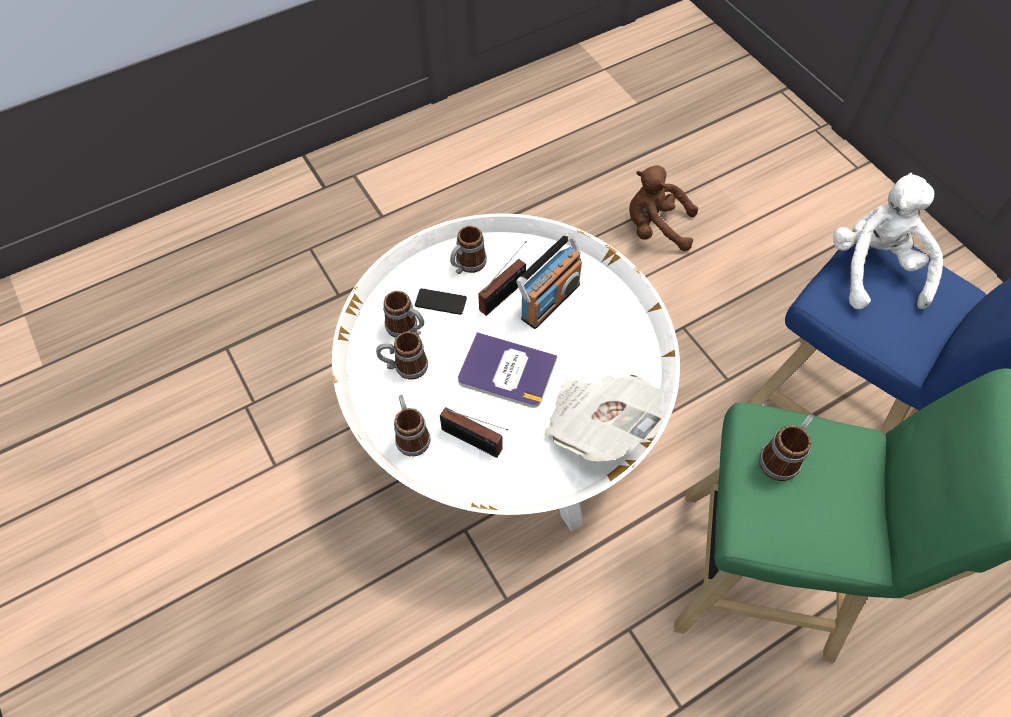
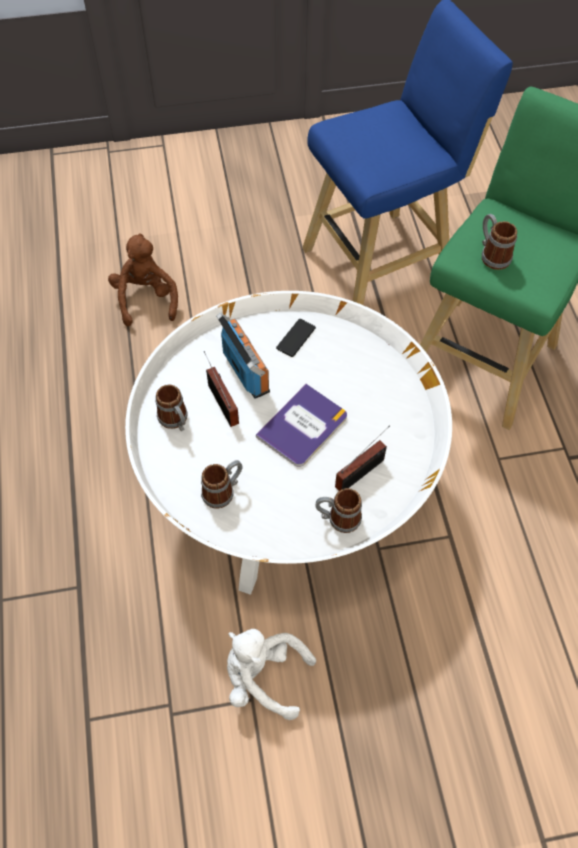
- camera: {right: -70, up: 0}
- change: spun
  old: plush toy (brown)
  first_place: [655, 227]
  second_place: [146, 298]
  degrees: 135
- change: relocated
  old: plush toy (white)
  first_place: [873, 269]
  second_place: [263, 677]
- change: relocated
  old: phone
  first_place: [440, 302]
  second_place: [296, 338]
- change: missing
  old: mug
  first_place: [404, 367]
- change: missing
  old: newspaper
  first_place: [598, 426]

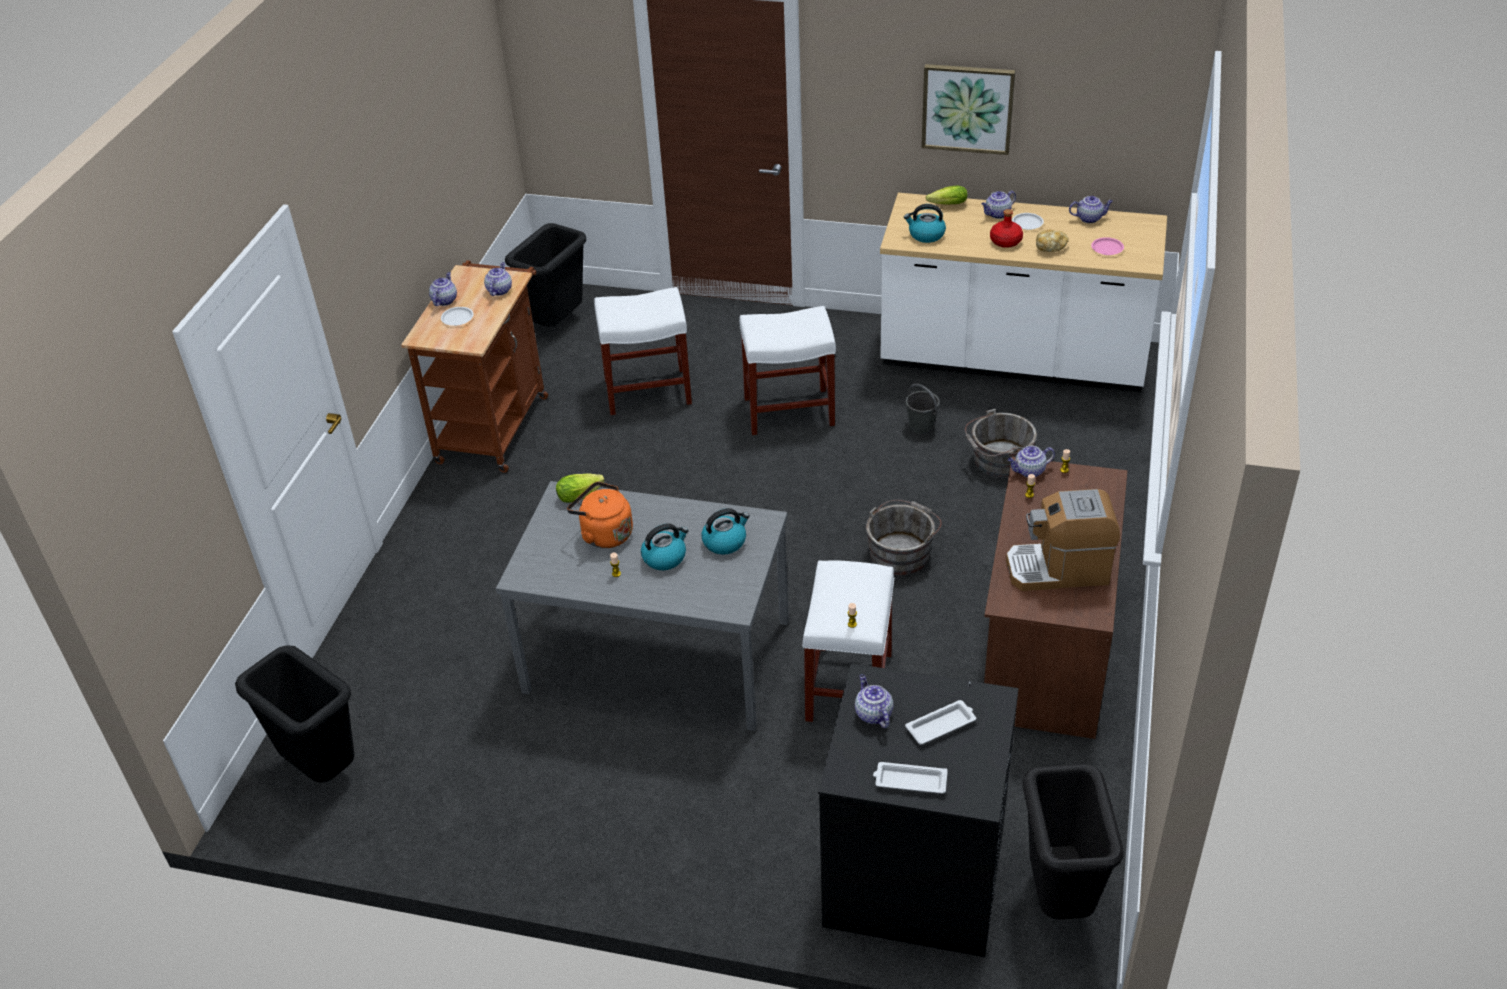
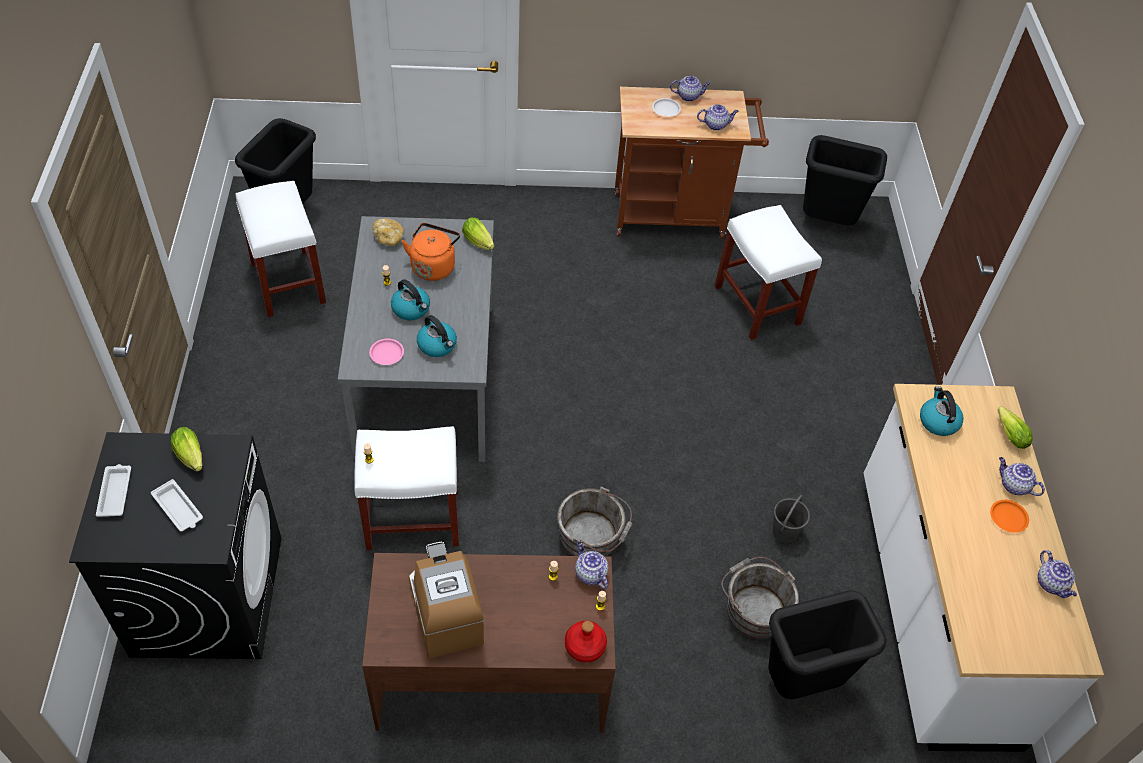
- camera: {right: 70, up: 10}
- change: missing
  old: picture
  first_place: [967, 108]
- change: relocated
  old: bottle (red)
  first_place: [1005, 241]
  second_place: [584, 645]
- change: colour
  old: plate (white)
  new: plate (orange)
  first_place: [1027, 223]
  second_place: [1008, 517]
- change: relocated
  old: bread
  first_place: [1050, 247]
  second_place: [389, 238]
- change: relocated
  old: plate (pink)
  first_place: [1107, 248]
  second_place: [386, 353]
- change: relocated
  old: stool (white)
  first_place: [790, 411]
  second_place: [288, 283]
- change: exchanged
  old: teapot
  new: lettuce
  first_place: [873, 714]
  second_place: [191, 458]
- change: relocated
  old: trash can (black)
  first_place: [1059, 898]
  second_place: [801, 682]

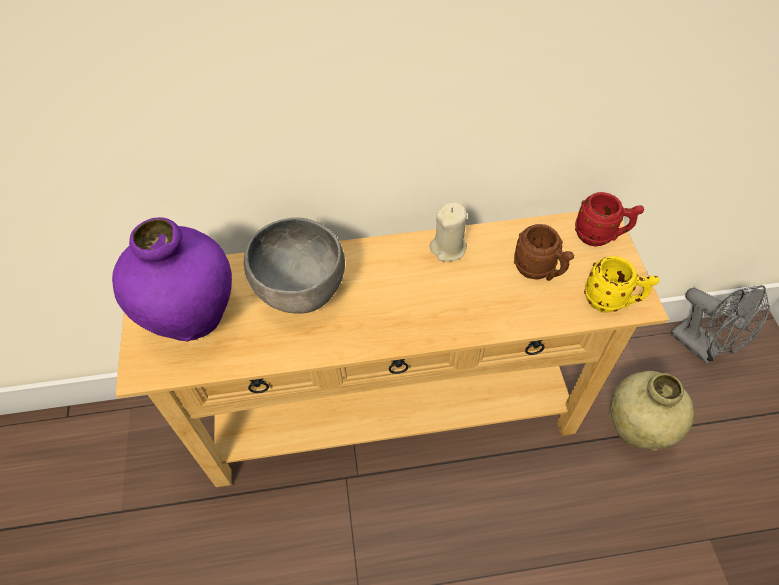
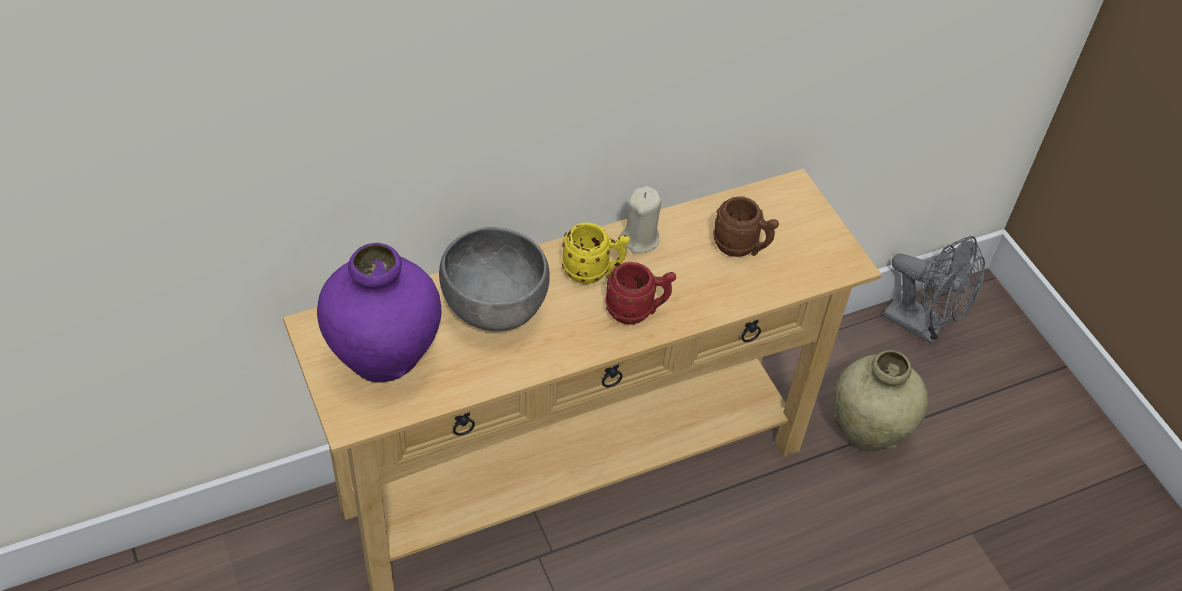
- camera: {right: -20, up: -5}
- change: relocated
  old: mug (red)
  first_place: [600, 236]
  second_place: [637, 311]
- change: relocated
  old: mug (yellow)
  first_place: [611, 301]
  second_place: [593, 272]

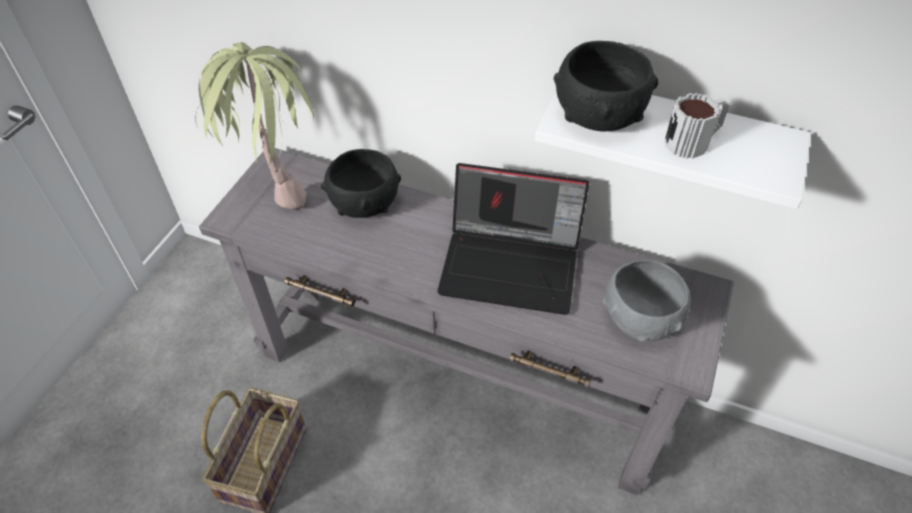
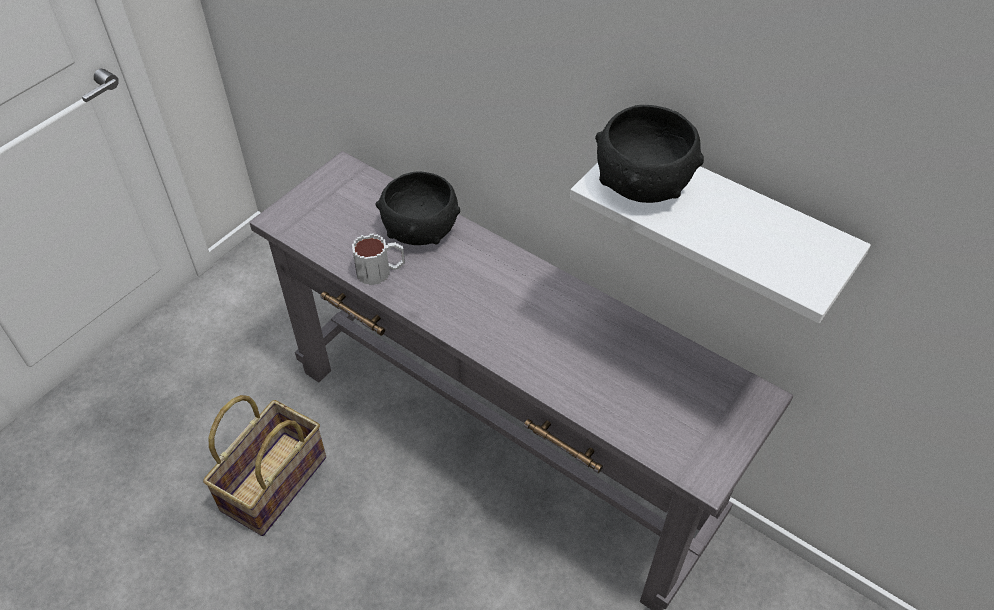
- camera: {right: 15, up: 0}
- change: missing
  old: potted plant
  first_place: [275, 183]
- change: relocated
  old: mug
  first_place: [693, 141]
  second_place: [381, 271]
- change: missing
  old: laptop
  first_place: [512, 265]
- change: missing
  old: bowl (grey)
  first_place: [640, 319]

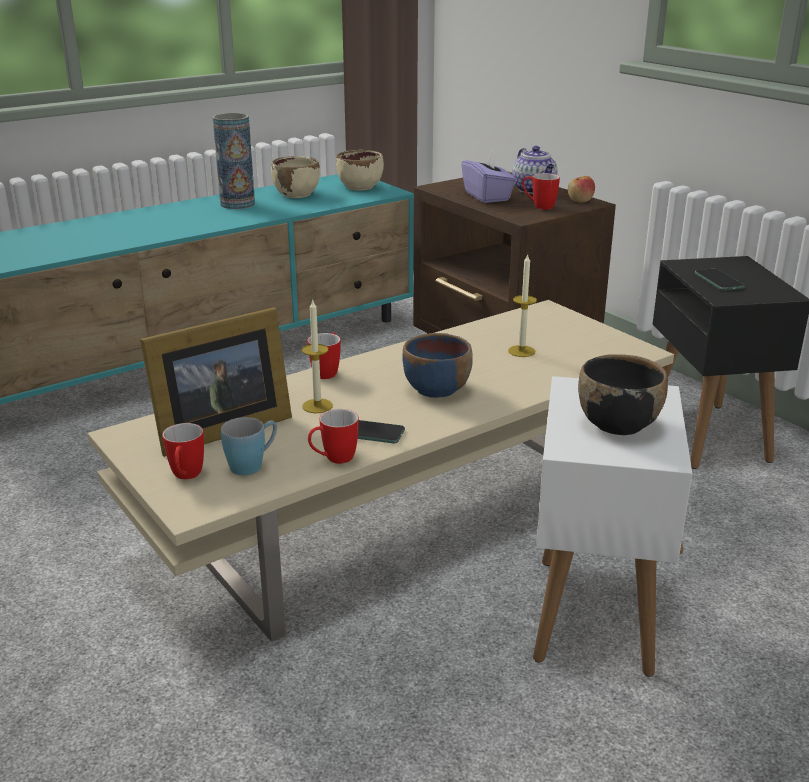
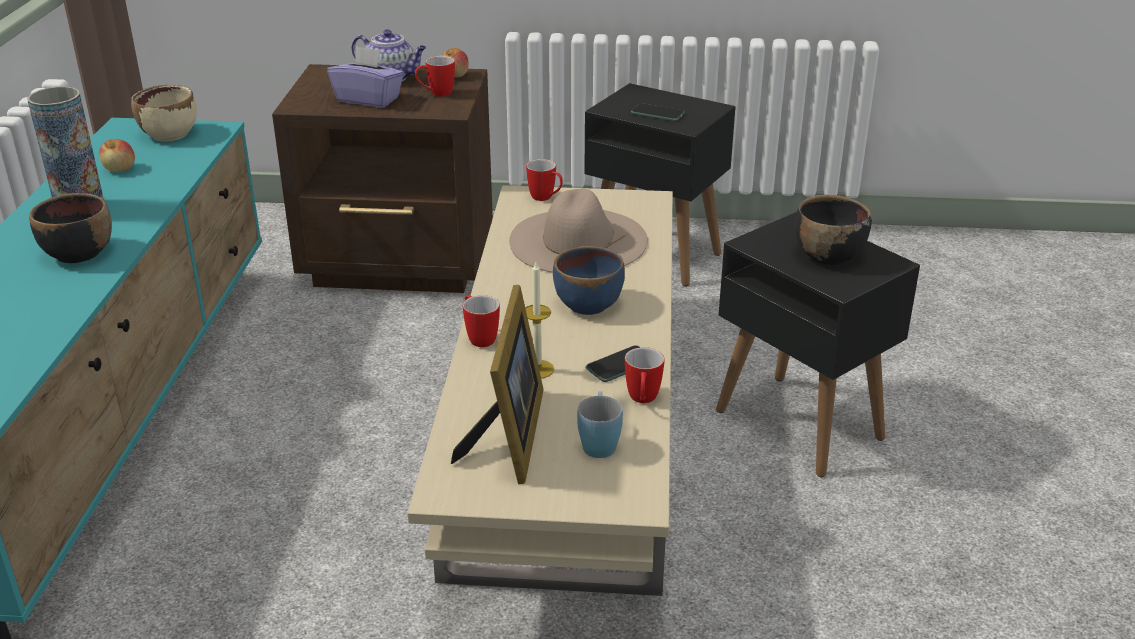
- camera: {right: -50, up: 5}
- change: exchanged
  old: bowl (beige)
  new: apple
  first_place: [297, 194]
  second_place: [120, 169]
- change: exchanged
  old: candle
  new: hat (beige)
  first_place: [521, 351]
  second_place: [578, 240]
- change: colour
  old: side table (white)
  new: side table (black)
  first_place: [593, 612]
  second_place: [797, 423]
- change: relocated
  old: mug
  first_place: [186, 477]
  second_place: [546, 198]
- change: appeared
  new: bowl (black)
  second_place: [78, 253]

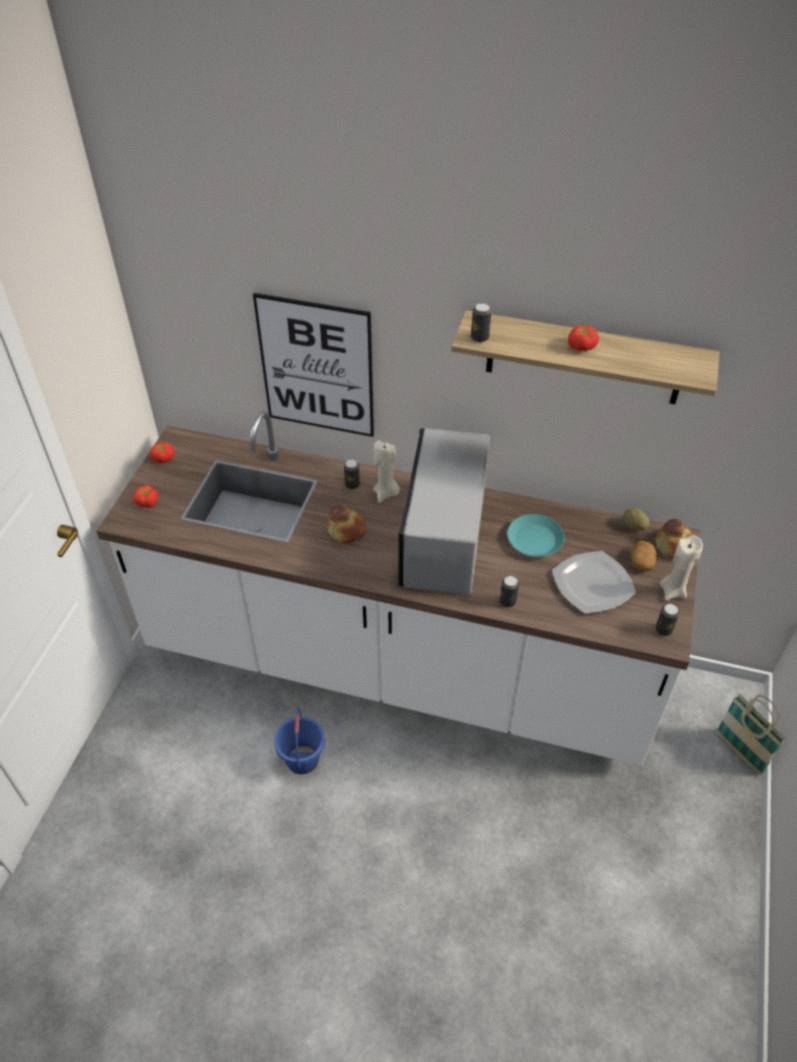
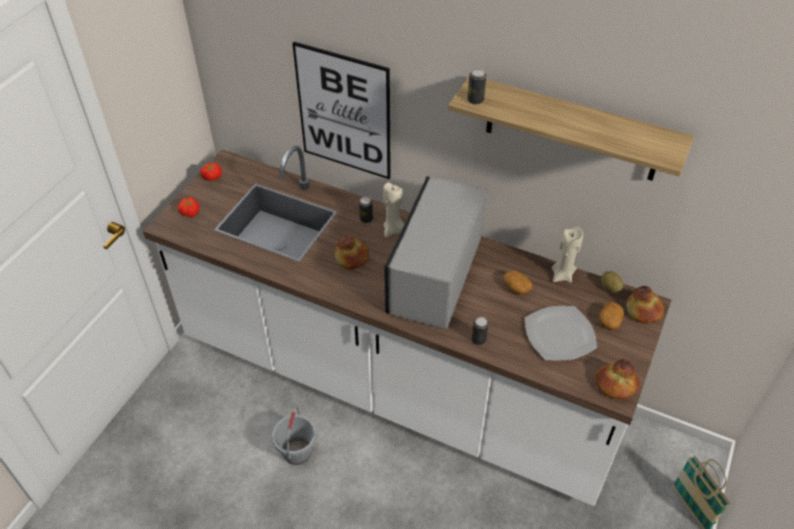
- camera: {right: 10, up: 0}
- change: missing
  old: tomato
  first_place: [581, 346]
- change: exchanged
  old: plate (turquoise)
  new: potato
  first_place: [534, 539]
  second_place: [516, 288]
- change: relocated
  old: candle (beige)
  first_place: [673, 590]
  second_place: [562, 275]
- change: exchanged
  old: can
  new: bread
  first_place: [663, 629]
  second_place: [615, 385]
- change: colour
  old: bucket (blue)
  new: bucket (grey)
  first_place: [302, 759]
  second_place: [297, 452]

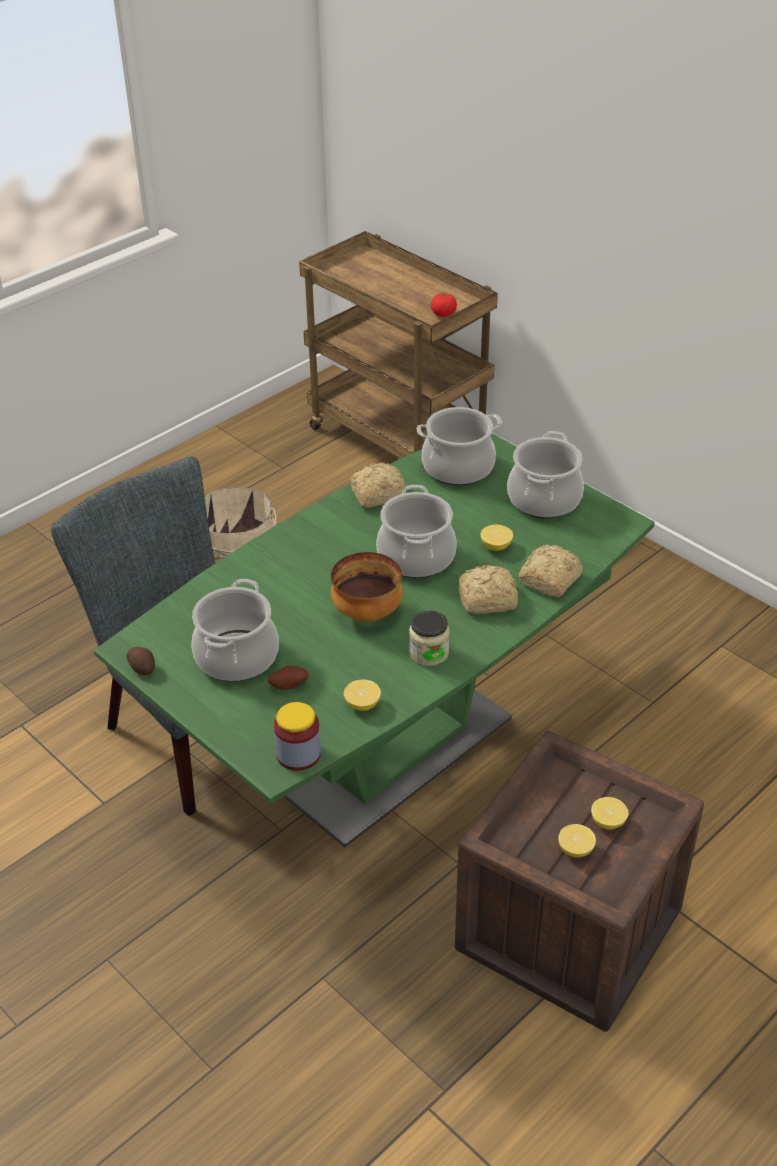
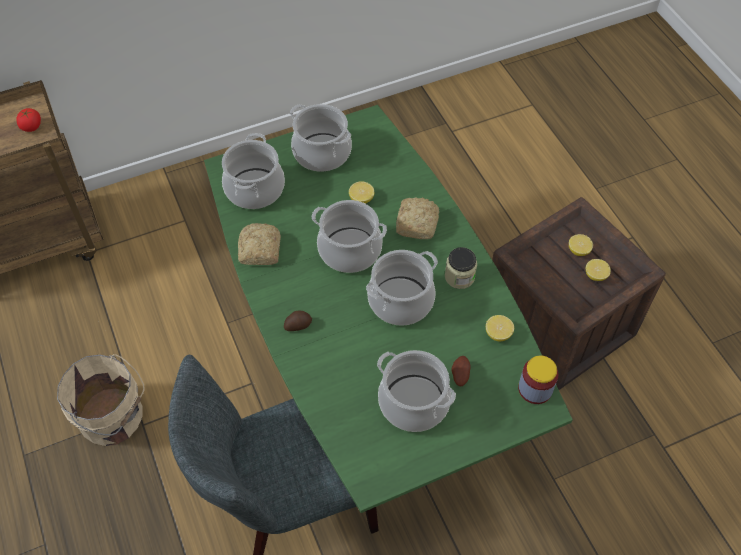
- camera: {right: -70, up: 15}
- change: missing
  old: bread
  first_place: [548, 580]
- change: exchanged
  old: bowl
  new: cooking pot
  first_place: [368, 613]
  second_place: [400, 300]
- change: relocated
  old: potato
  first_place: [142, 667]
  second_place: [297, 325]

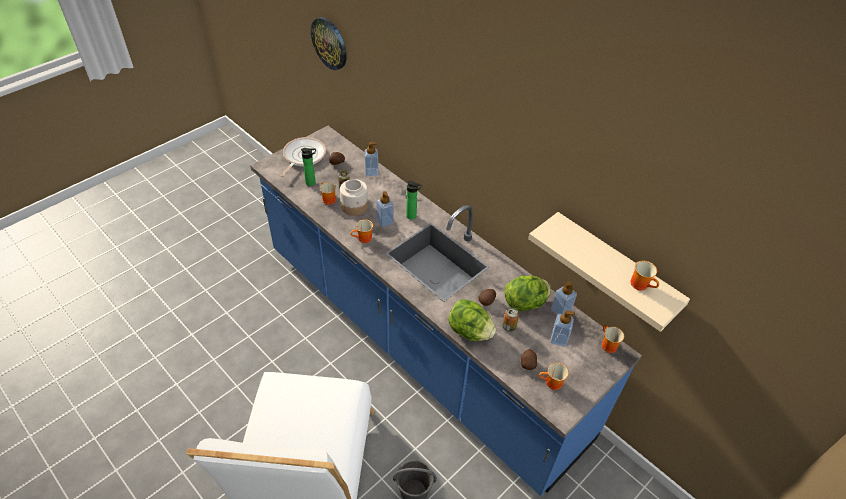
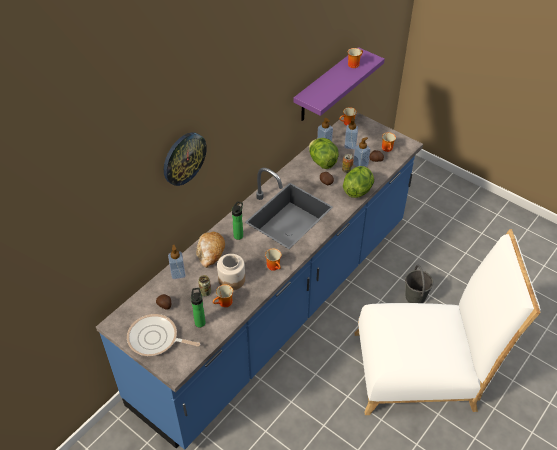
- camera: {right: -95, up: 0}
- change: relocated
  old: wall clock
  first_place: [330, 43]
  second_place: [183, 158]
- change: relocated
  old: soap dispenser
  first_place: [385, 221]
  second_place: [360, 164]
- change: colour
  old: shelf (beige)
  new: shelf (purple)
  first_place: [613, 270]
  second_place: [326, 86]
- change: appeared
  new: bread
  second_place: [210, 252]

